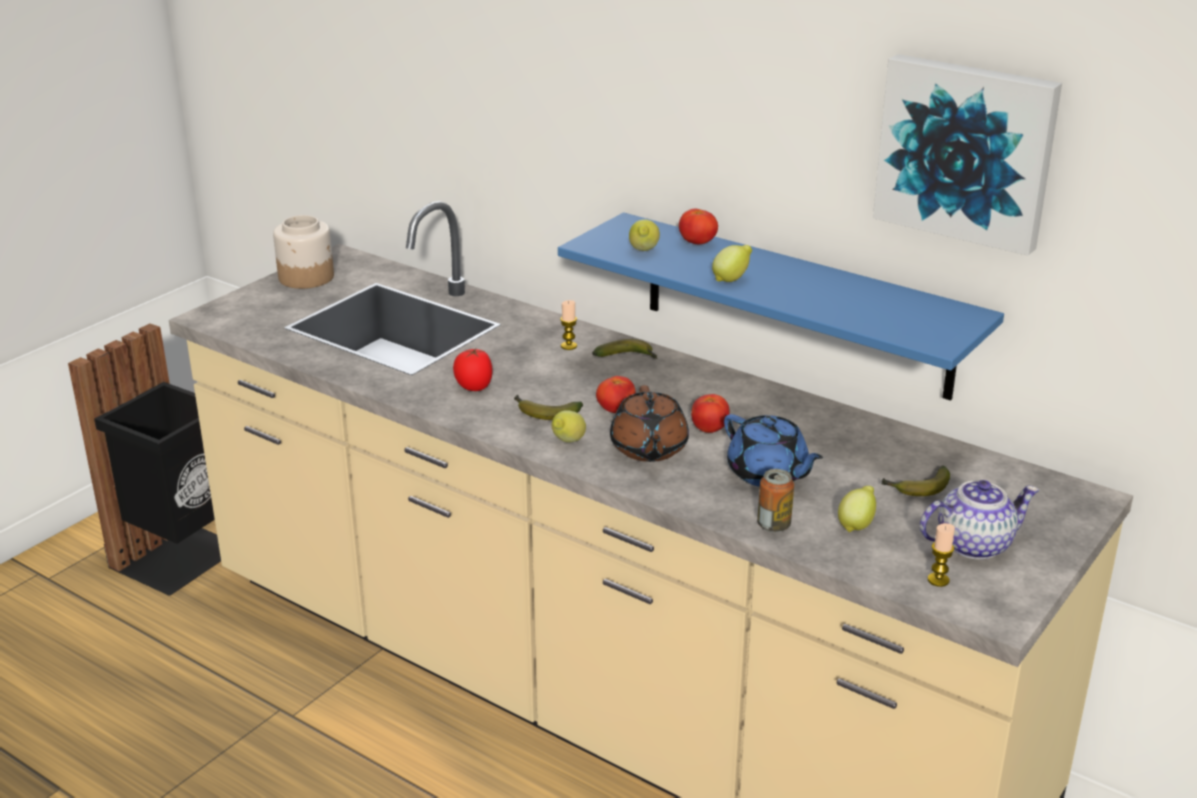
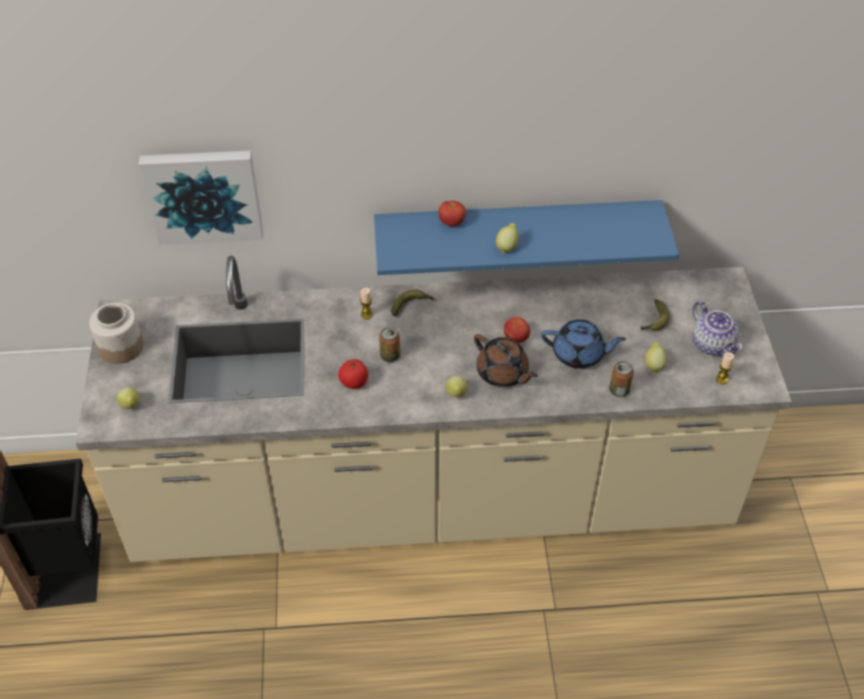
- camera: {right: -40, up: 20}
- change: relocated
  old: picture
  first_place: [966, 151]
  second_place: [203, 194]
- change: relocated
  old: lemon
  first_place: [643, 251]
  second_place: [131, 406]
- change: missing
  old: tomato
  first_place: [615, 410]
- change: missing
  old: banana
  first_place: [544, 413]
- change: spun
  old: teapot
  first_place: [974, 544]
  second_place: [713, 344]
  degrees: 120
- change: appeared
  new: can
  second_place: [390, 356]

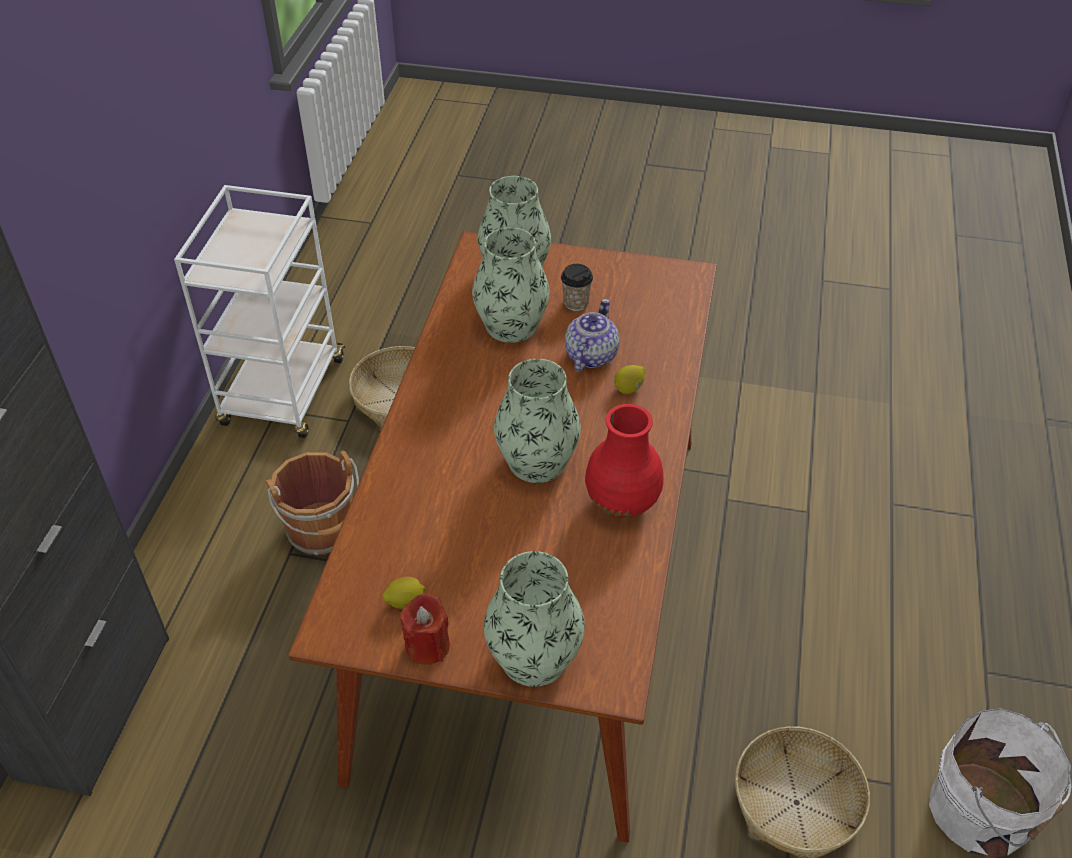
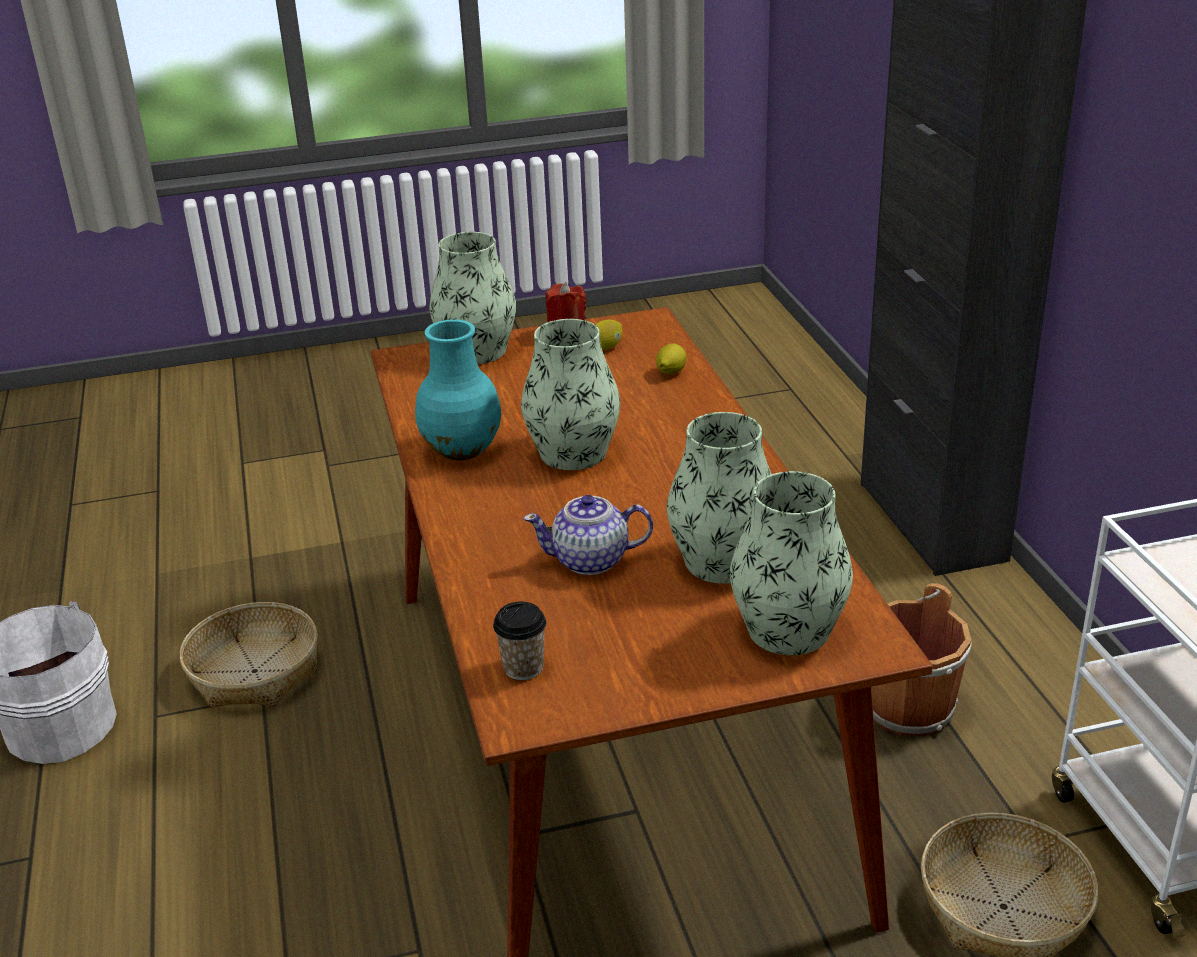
- camera: {right: 155, up: -15}
- change: relocated
  old: cup
  first_place: [576, 303]
  second_place: [523, 667]
- change: spun
  old: teapot
  first_place: [590, 356]
  second_place: [591, 560]
  degrees: 90
- change: relocated
  old: lemon
  first_place: [629, 388]
  second_place: [670, 372]
- change: colour
  old: vase (red)
  new: vase (turquoise)
  first_place: [623, 503]
  second_place: [460, 449]

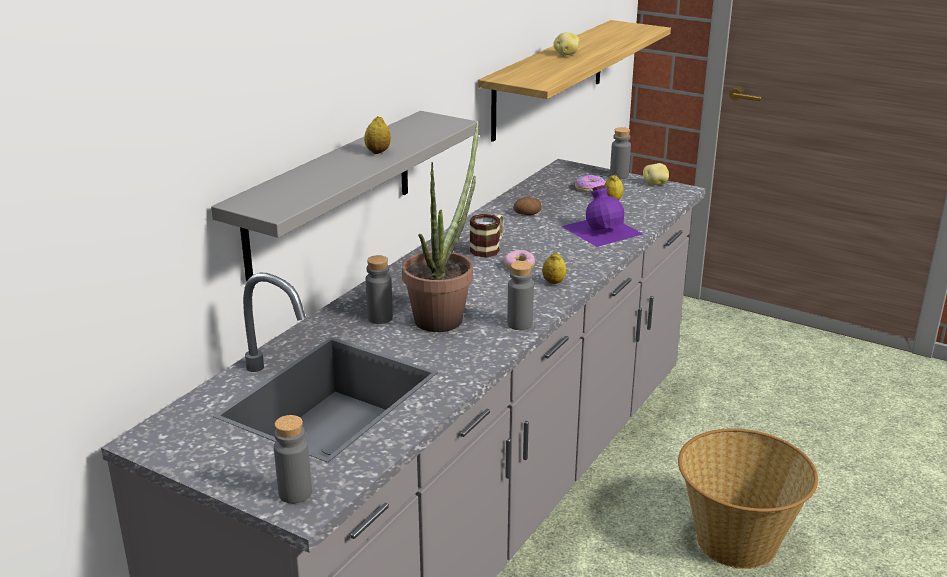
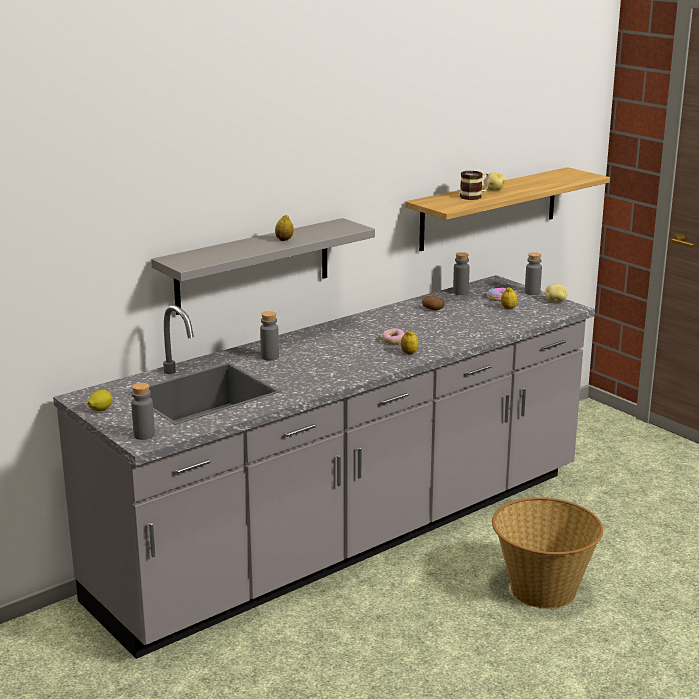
- camera: {right: 20, up: -5}
- change: missing
  old: potted plant
  first_place: [444, 315]
- change: missing
  old: bottle (purple)
  first_place: [602, 229]
- change: relocated
  old: mug
  first_place: [489, 248]
  second_place: [474, 196]
- change: relocated
  old: bottle (grey)
  first_place: [520, 324]
  second_place: [460, 292]
- change: appeared
  new: lemon
  second_place: [100, 410]

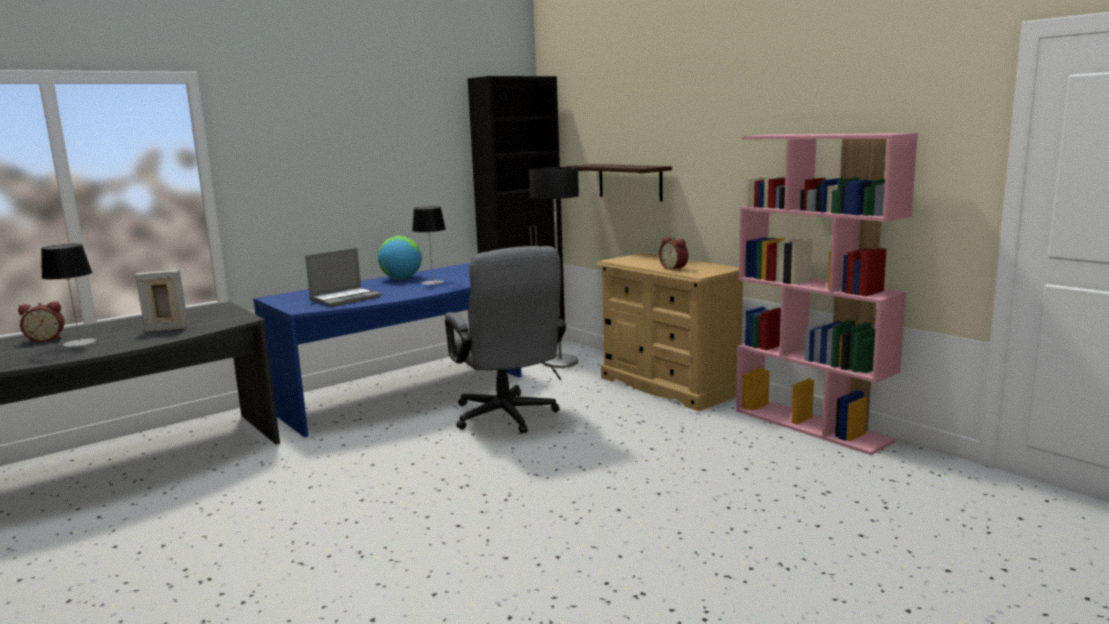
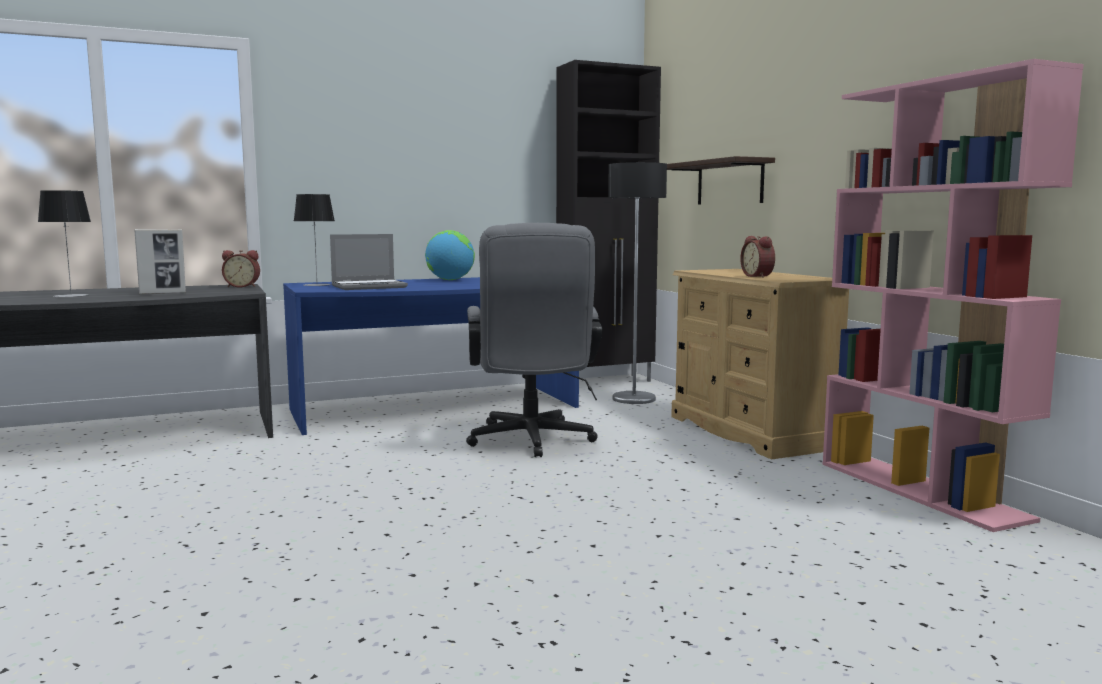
- camera: {right: 15, up: -5}
- change: relocated
  old: table lamp
  first_place: [432, 282]
  second_place: [317, 285]
- change: spun
  old: picture frame
  first_place: [166, 329]
  second_place: [163, 293]
  degrees: 150
- change: relocated
  old: alarm clock
  first_place: [46, 339]
  second_place: [242, 286]

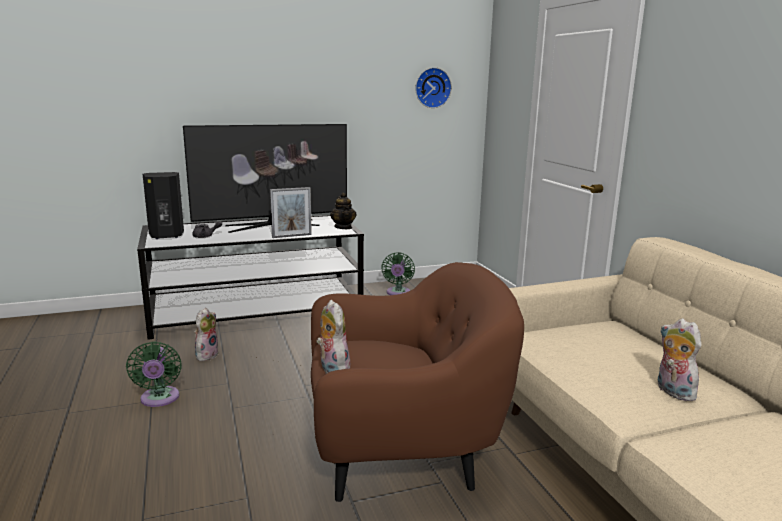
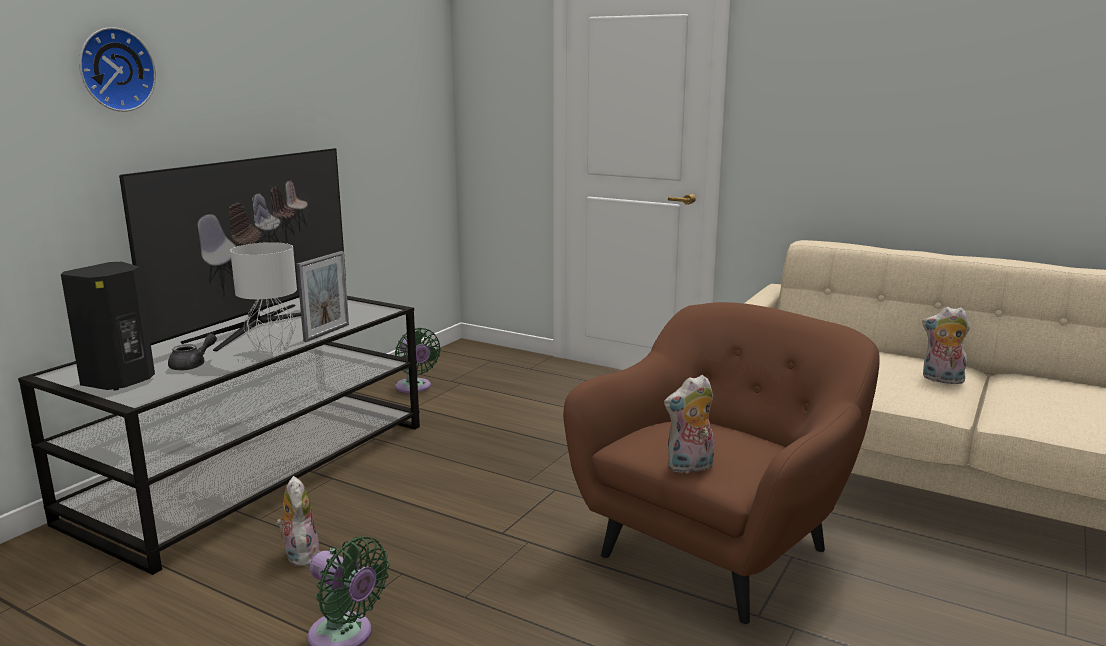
- camera: {right: -40, up: 0}
- change: relocated
  old: wall clock
  first_place: [432, 87]
  second_place: [114, 70]
- change: missing
  old: teapot
  first_place: [343, 227]
- change: spun
  old: plush toy
  first_place: [332, 369]
  second_place: [690, 467]
  degrees: -45
- change: appeared
  new: table lamp (grey)
  second_place: [271, 349]

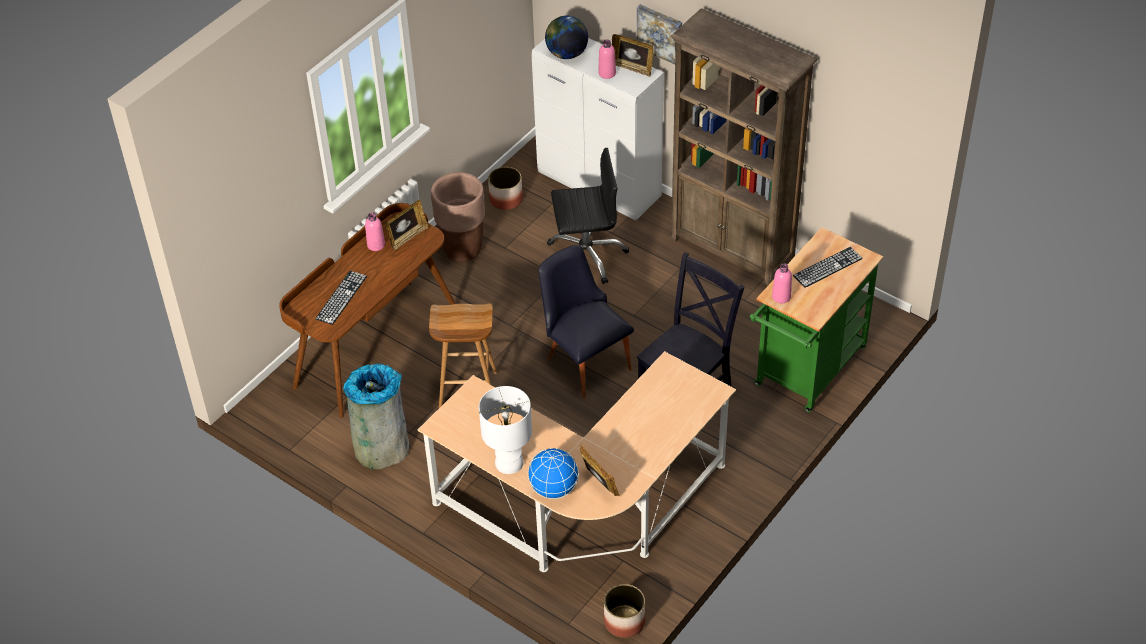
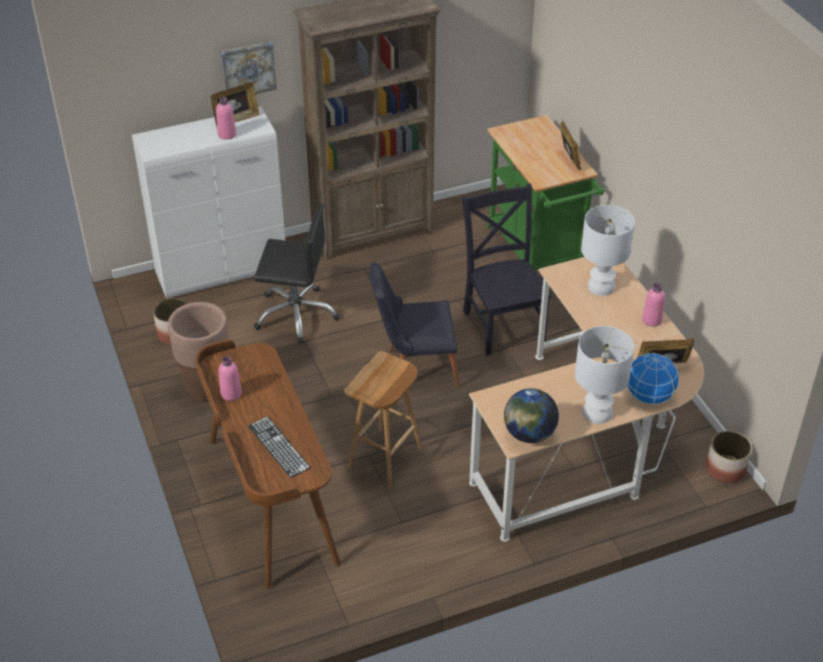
- camera: {right: -60, up: -5}
- change: relocated
  old: globe
  first_place: [566, 54]
  second_place: [529, 434]
- change: spun
  old: office chair (black)
  first_place: [586, 256]
  second_place: [296, 314]
  degrees: 75
- change: relocated
  old: picture frame
  first_place: [407, 237]
  second_place: [569, 159]
- change: missing
  old: keyboard
  first_place: [827, 267]
- change: relocated
  old: bottle (pink)
  first_place: [781, 296]
  second_place: [651, 320]
- change: missing
  old: trash can (grey)
  first_place: [382, 448]
- change: appeared
  new: table lamp (white)
  second_place: [601, 287]

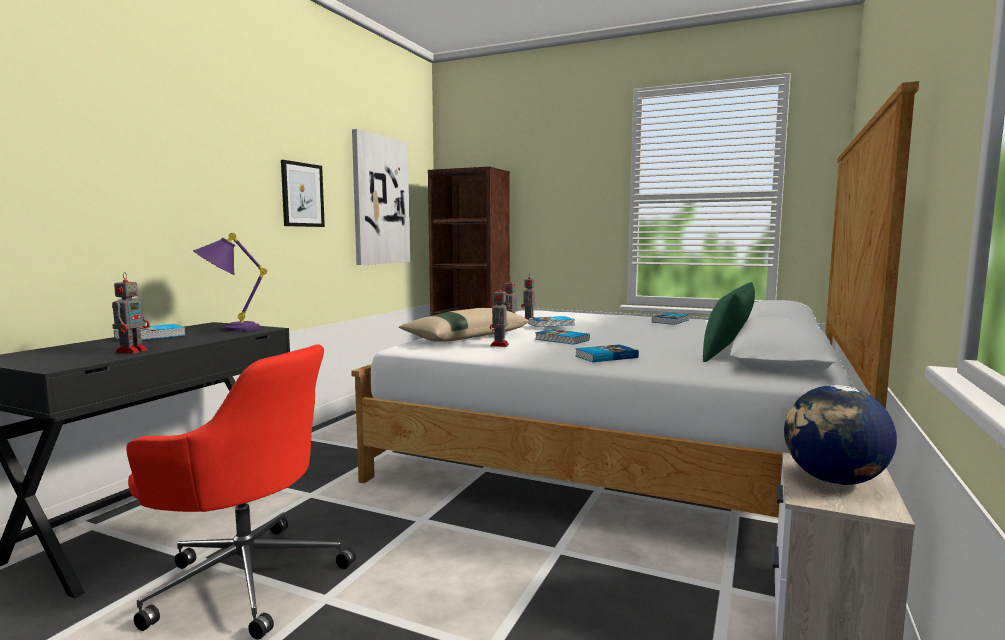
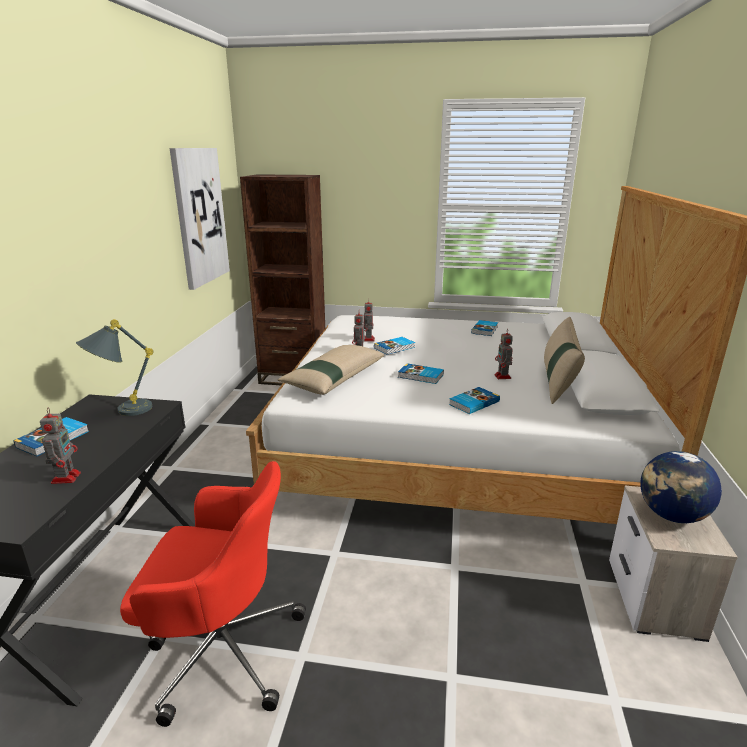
- camera: {right: -15, up: 15}
- change: missing
  old: picture
  first_place: [302, 195]
- change: colour
  old: table lamp (purple)
  new: table lamp (grey)
  first_place: [228, 329]
  second_place: [122, 411]
- change: colour
  old: pillow (green)
  new: pillow (beige)
  first_place: [727, 351]
  second_place: [558, 382]
- change: relocated
  old: toy robot
  first_place: [499, 345]
  second_place: [503, 377]

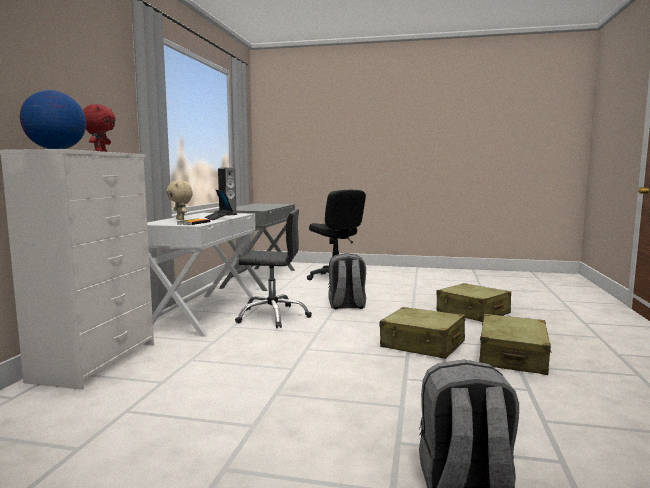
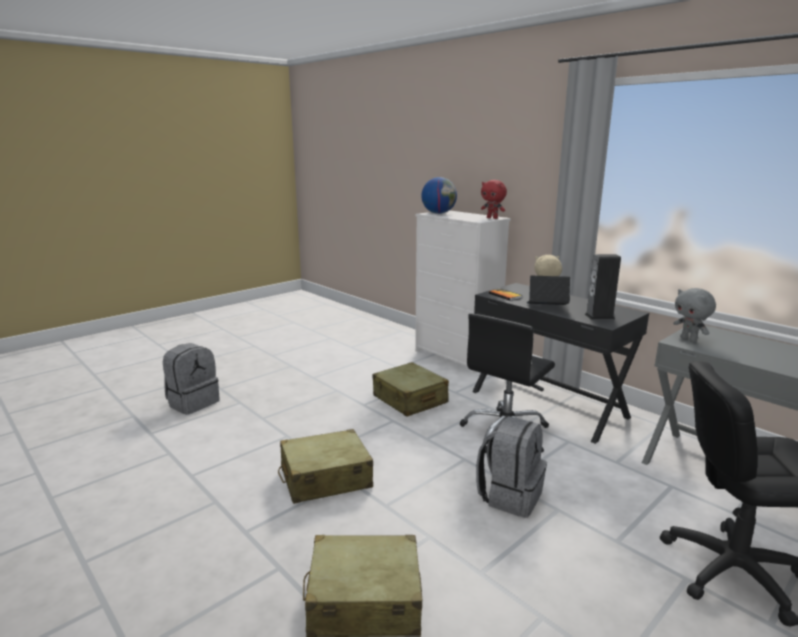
- camera: {right: 125, up: 10}
- change: colour
  old: desk (white)
  new: desk (black)
  first_place: [204, 313]
  second_place: [548, 404]
- change: relocated
  old: suitcase (beige)
  first_place: [512, 356]
  second_place: [410, 400]
- change: appeared
  new: plush toy (grey)
  second_place: [689, 339]

